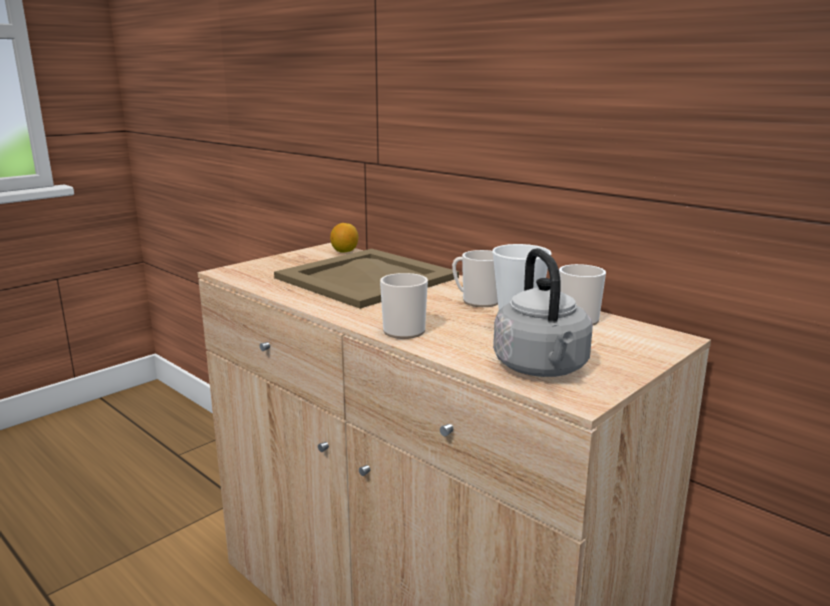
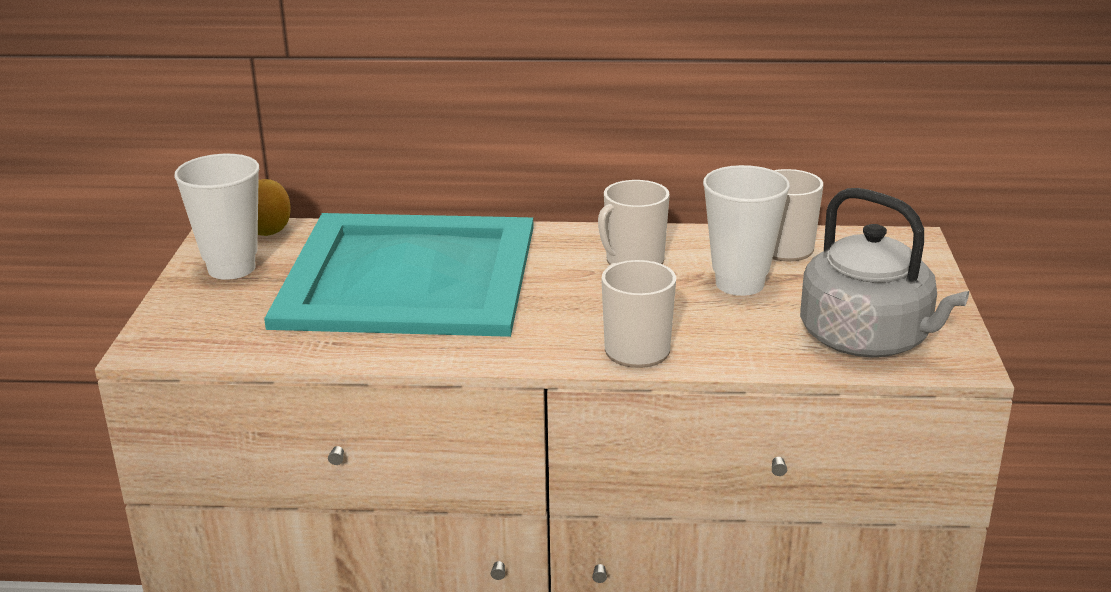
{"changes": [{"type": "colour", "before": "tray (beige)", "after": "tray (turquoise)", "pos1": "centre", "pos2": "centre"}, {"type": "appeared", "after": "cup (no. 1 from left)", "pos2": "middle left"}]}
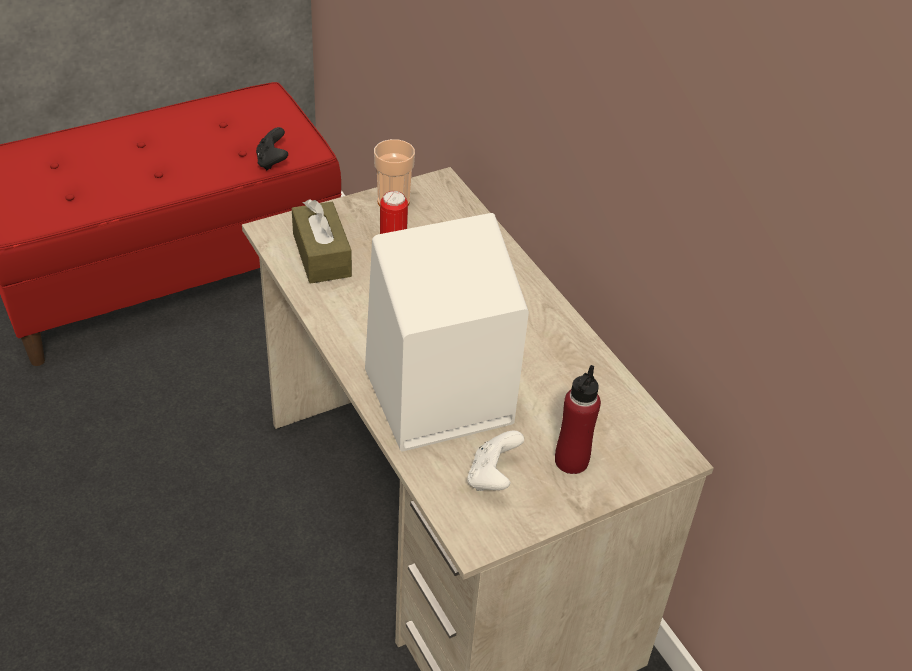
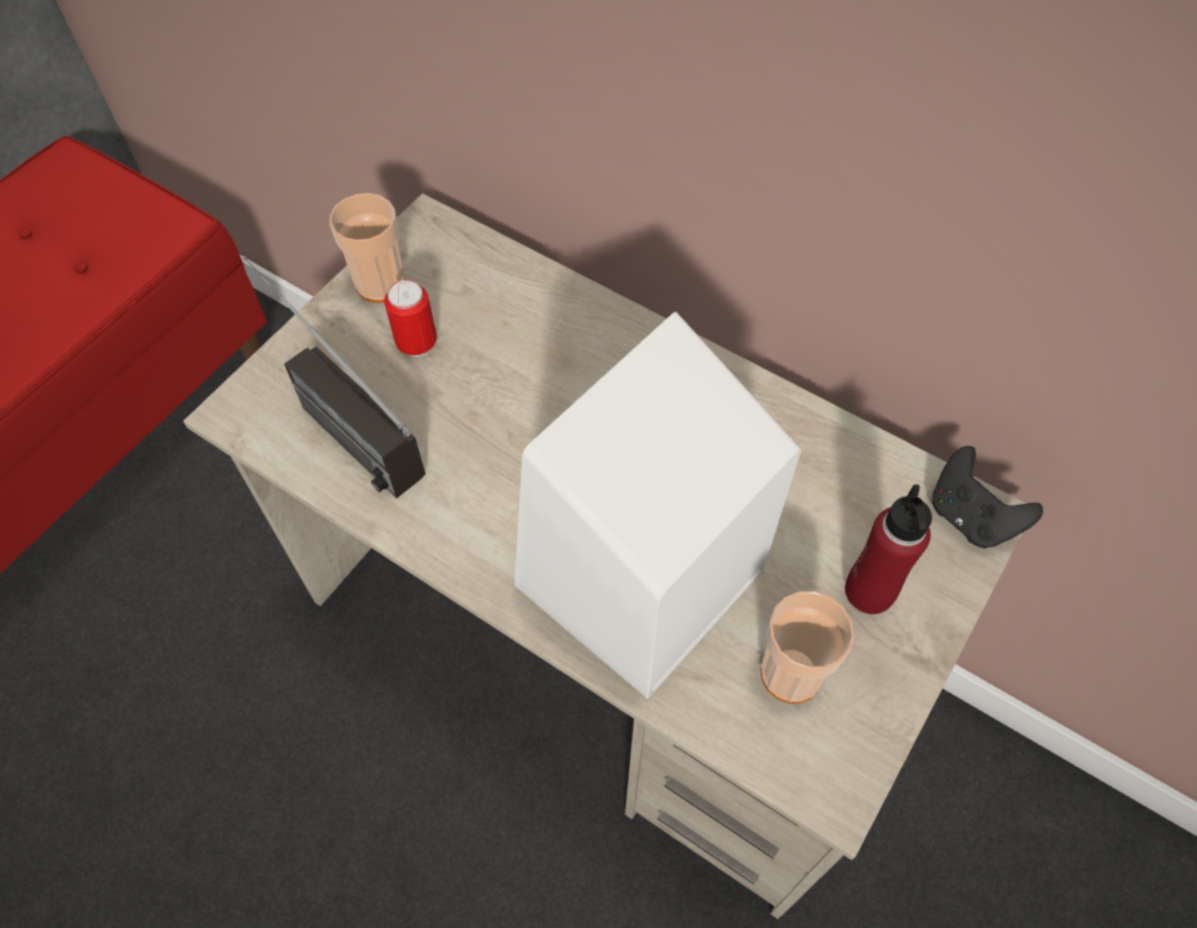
{"changes": [{"type": "relocated", "before": "game controller (black)", "pos1": "top left", "pos2": "middle right"}, {"type": "exchanged", "before": "tissue box (brown)", "after": "radio", "pos1": "centre", "pos2": "middle left"}, {"type": "exchanged", "before": "game controller (white)", "after": "cup (no. 2 from left)", "pos1": "bottom centre", "pos2": "bottom right"}]}
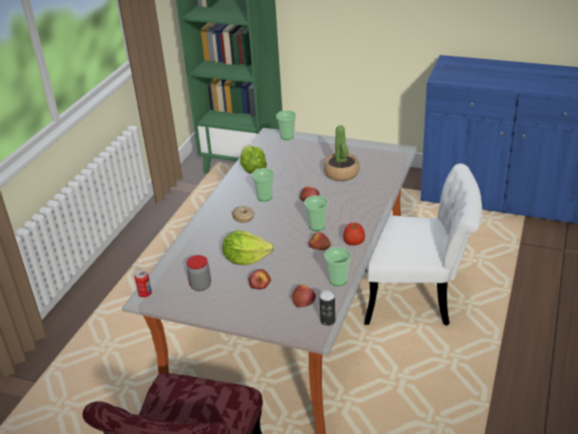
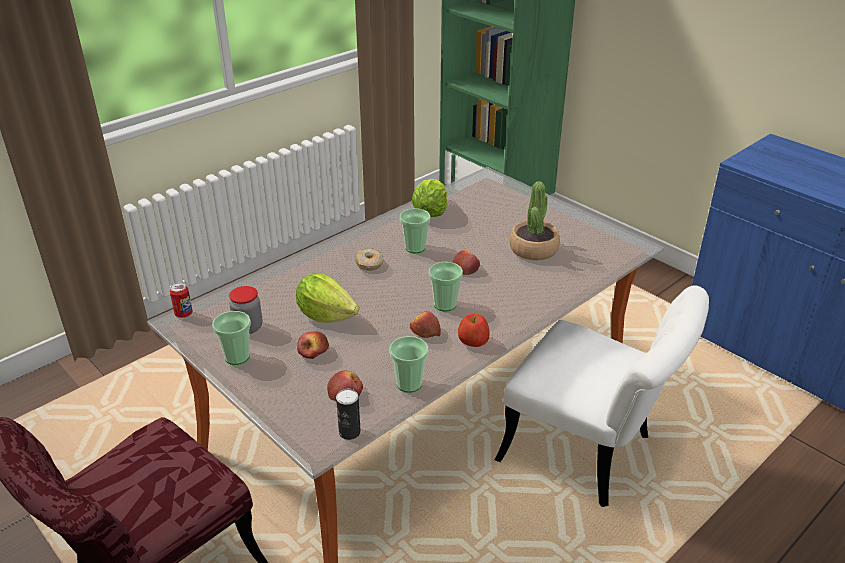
{"changes": [{"type": "relocated", "before": "cup (no. 2 from left in the first image)", "after": "cup (no. 1 from left)", "pos1": "top centre", "pos2": "middle left"}]}
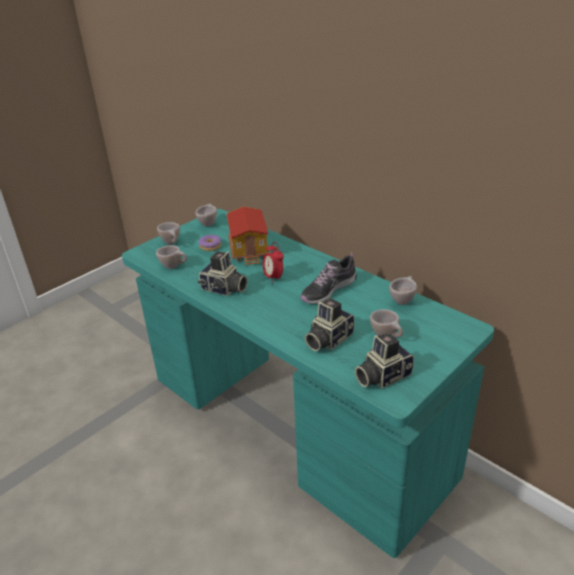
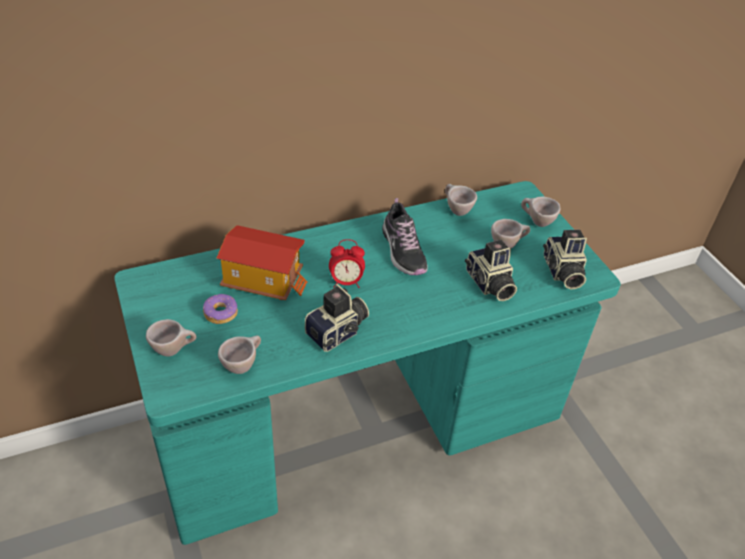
{"changes": [{"type": "relocated", "before": "cup (beige) (no. 3 from left in the first image)", "after": "cup (beige) (no. 5 from left)", "pos1": "centre", "pos2": "middle right"}]}
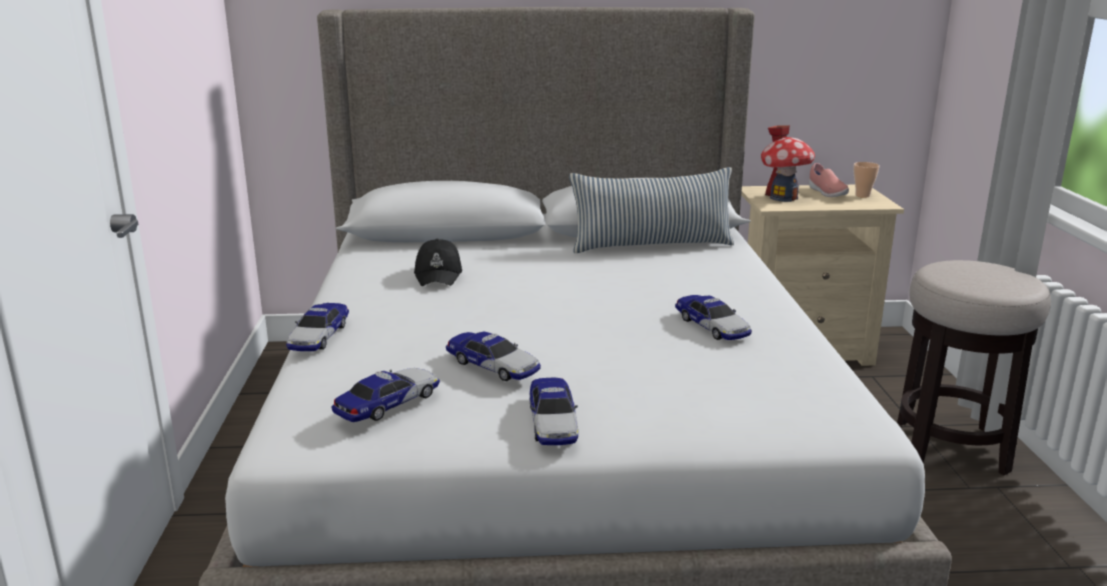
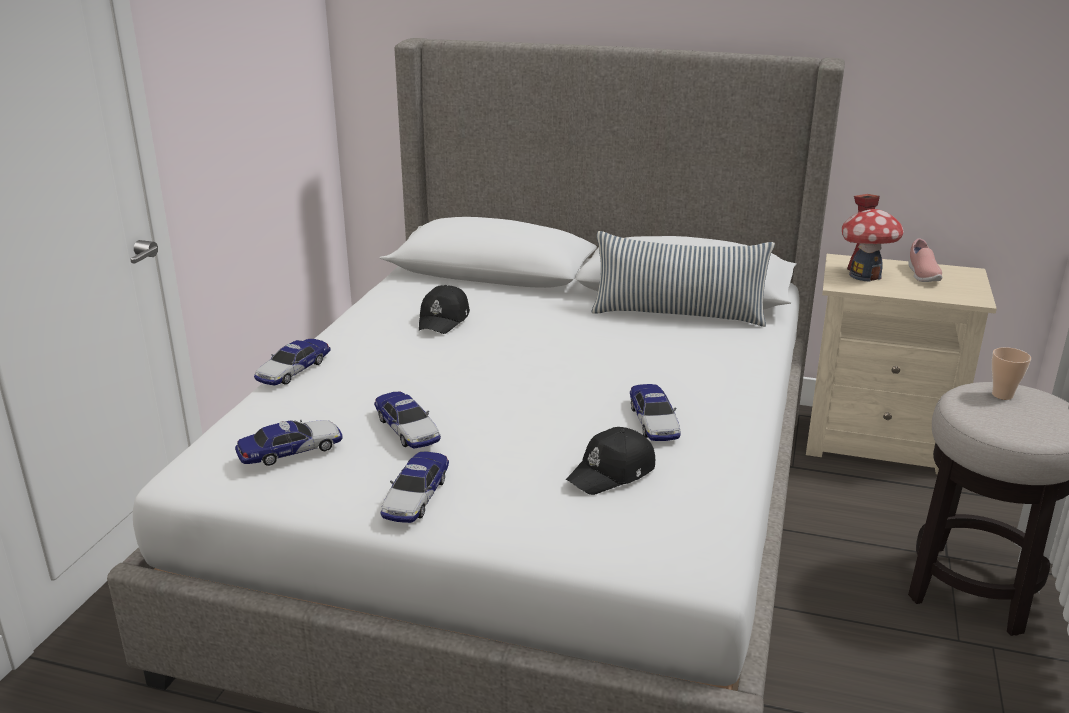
{"changes": [{"type": "relocated", "before": "cup", "pos1": "top right", "pos2": "middle right"}, {"type": "appeared", "after": "cap (black) (no. 2 from left)", "pos2": "centre"}]}
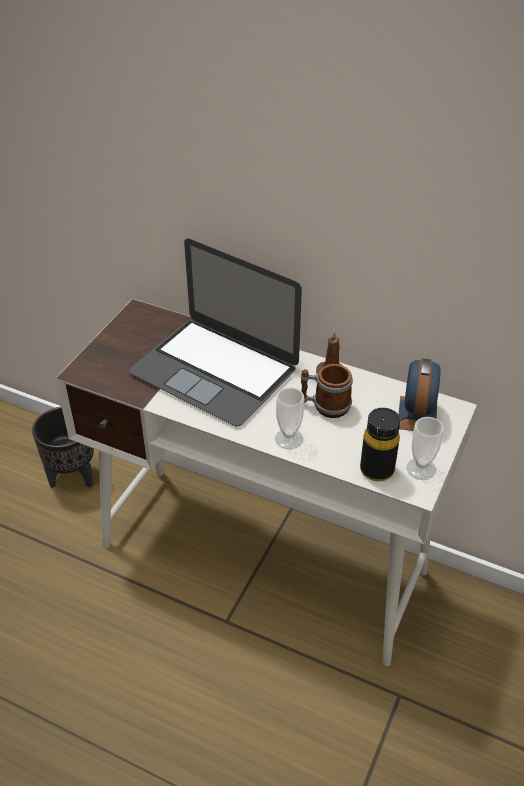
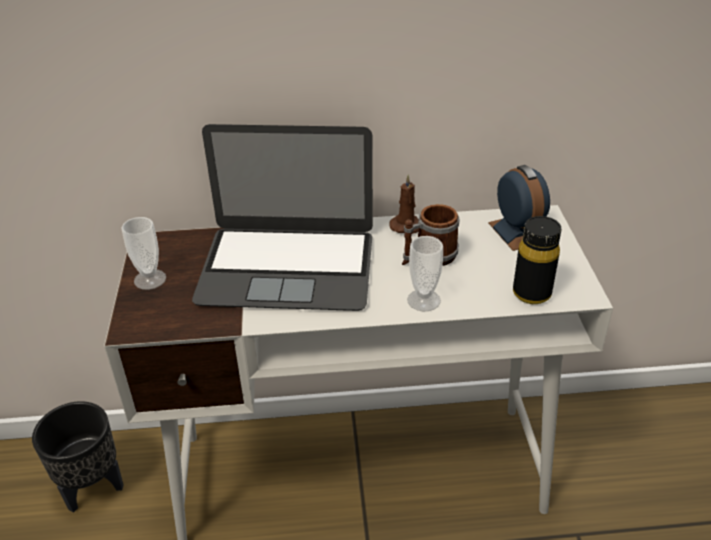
{"changes": [{"type": "relocated", "before": "cup (no. 2 from left in the first image)", "after": "cup (no. 1 from left)", "pos1": "middle right", "pos2": "middle left"}]}
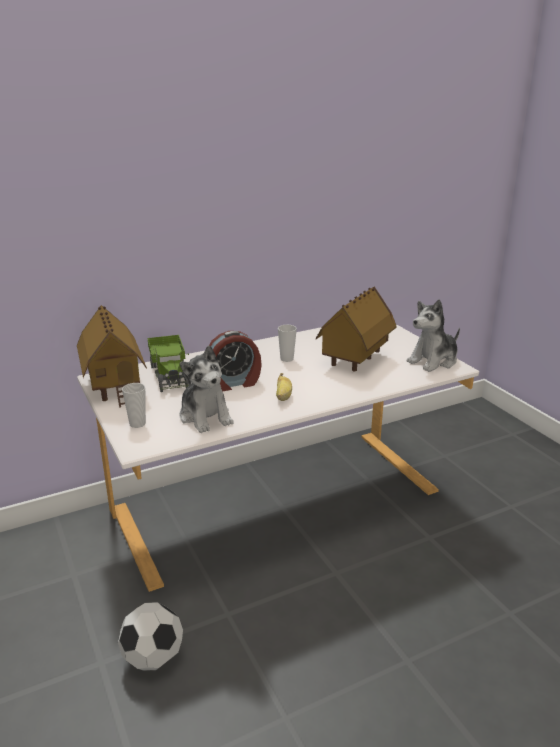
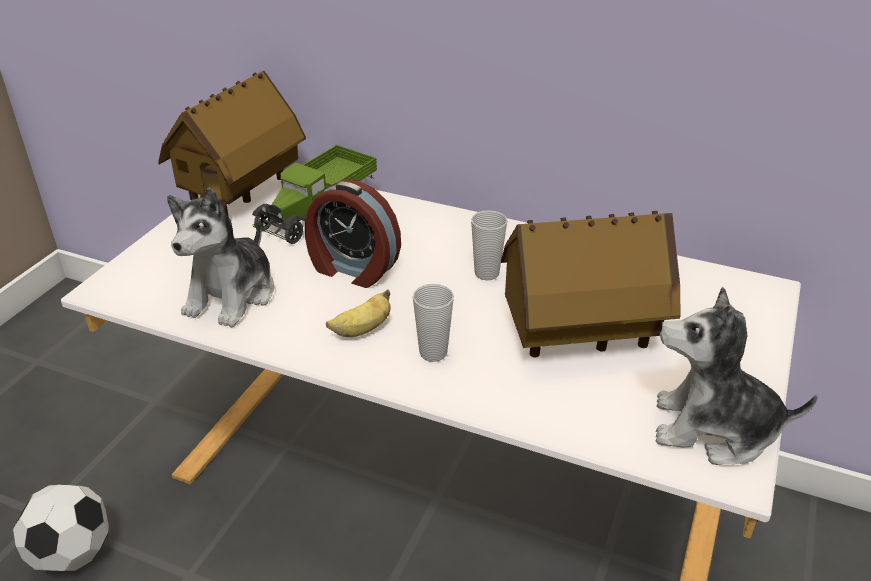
{"changes": [{"type": "relocated", "before": "cup (no. 1 from left)", "pos1": "middle left", "pos2": "centre"}]}
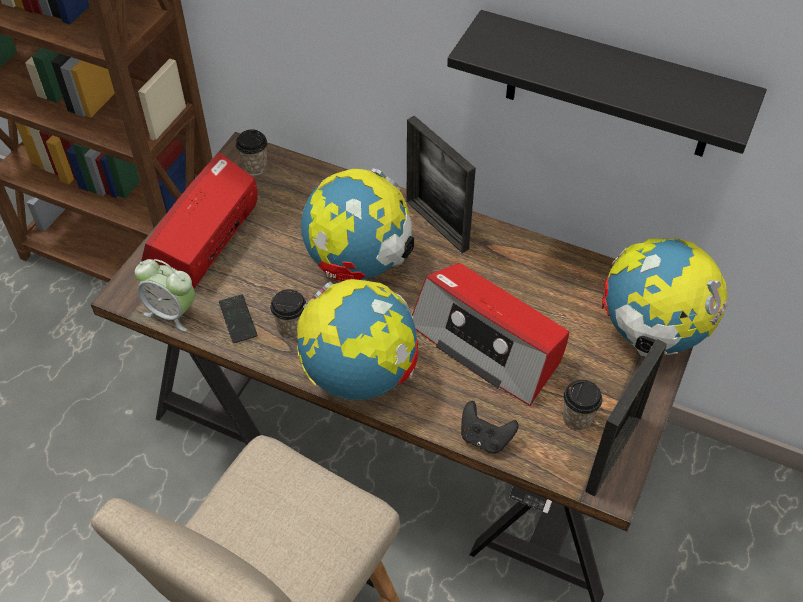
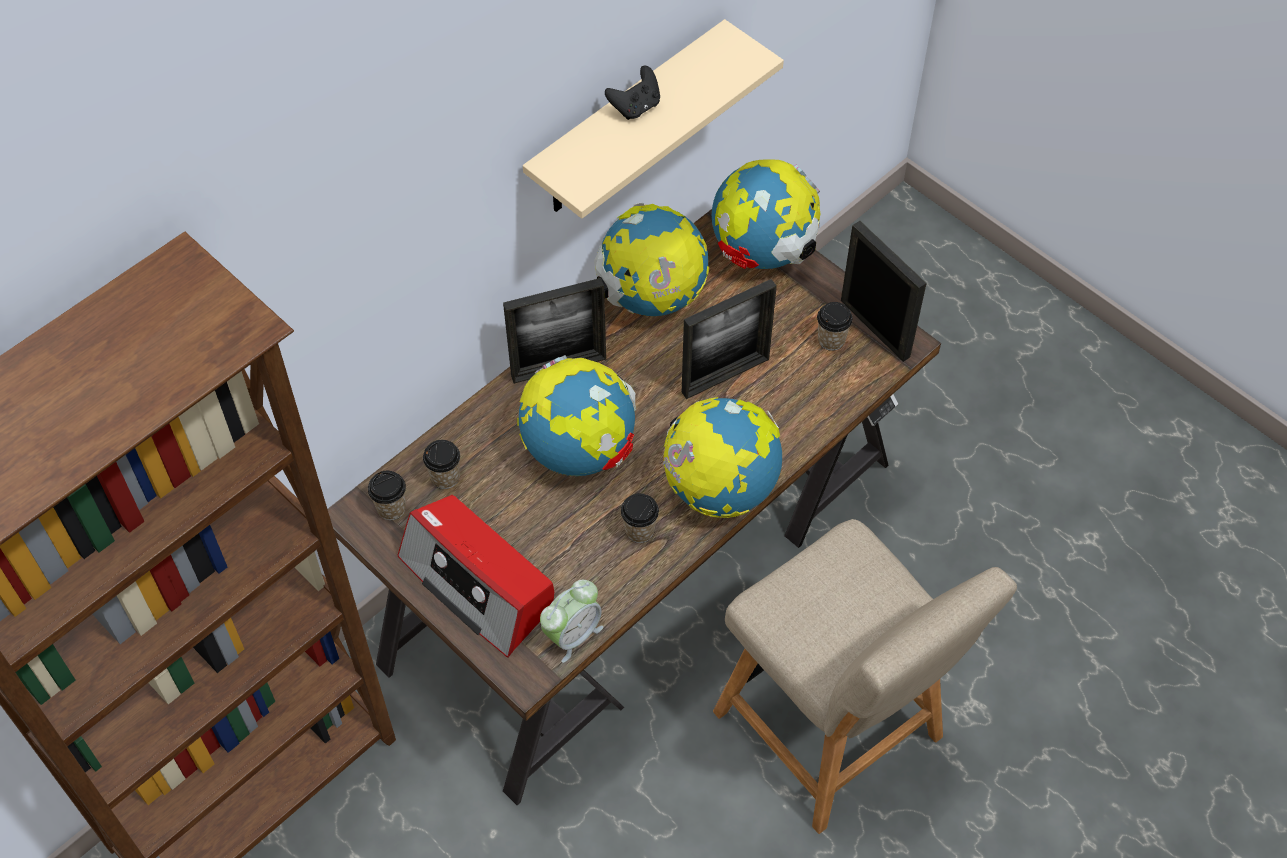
{"changes": [{"type": "missing", "before": "phone", "pos1": "middle left"}, {"type": "exchanged", "before": "radio (no. 2 from left)", "after": "picture frame (no. 2 from left)", "pos1": "centre", "pos2": "centre"}, {"type": "colour", "before": "shelf (black)", "after": "shelf (beige)", "pos1": "top right", "pos2": "top centre"}, {"type": "relocated", "before": "game controller (black)", "pos1": "bottom centre", "pos2": "top centre"}, {"type": "appeared", "after": "cup (no. 2 from left)", "pos2": "centre"}, {"type": "appeared", "after": "globe (no. 2 from left)", "pos2": "top centre"}]}
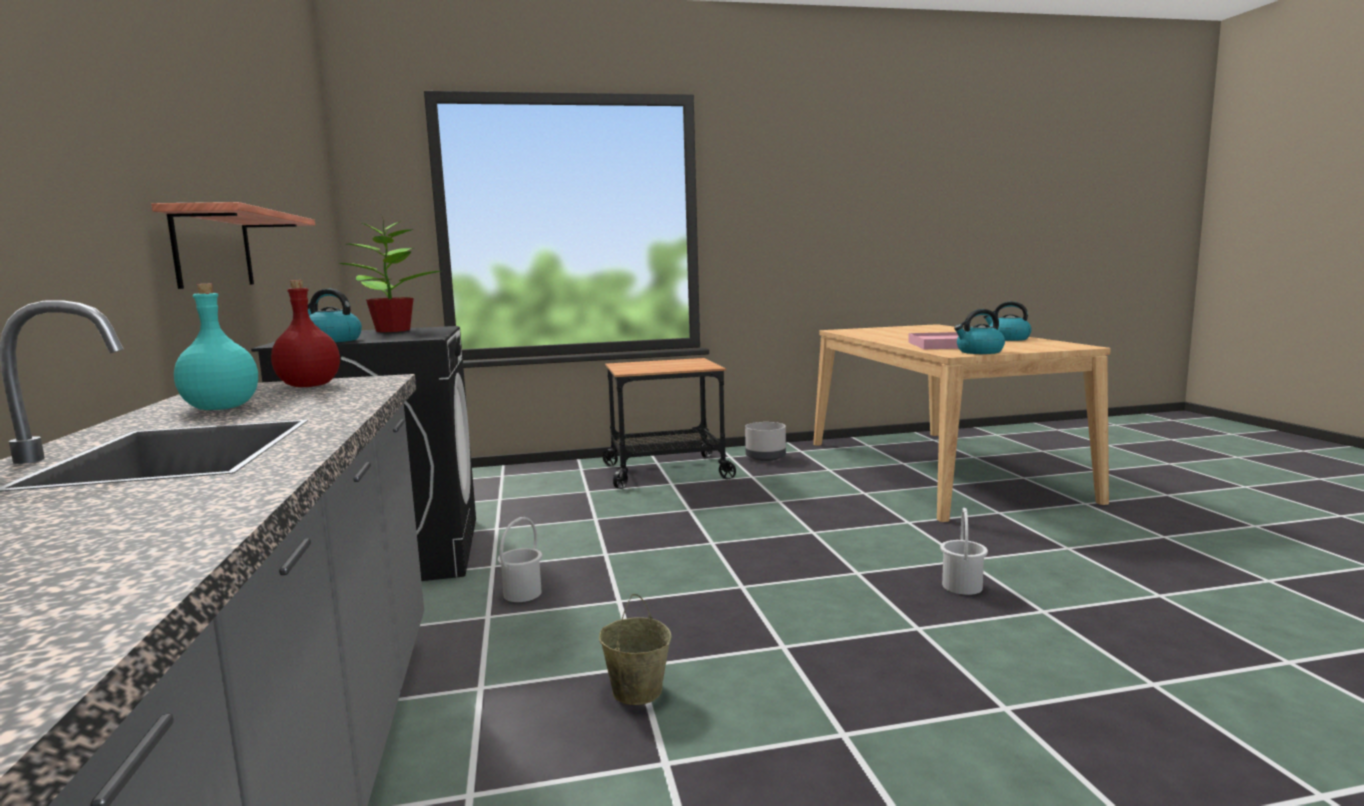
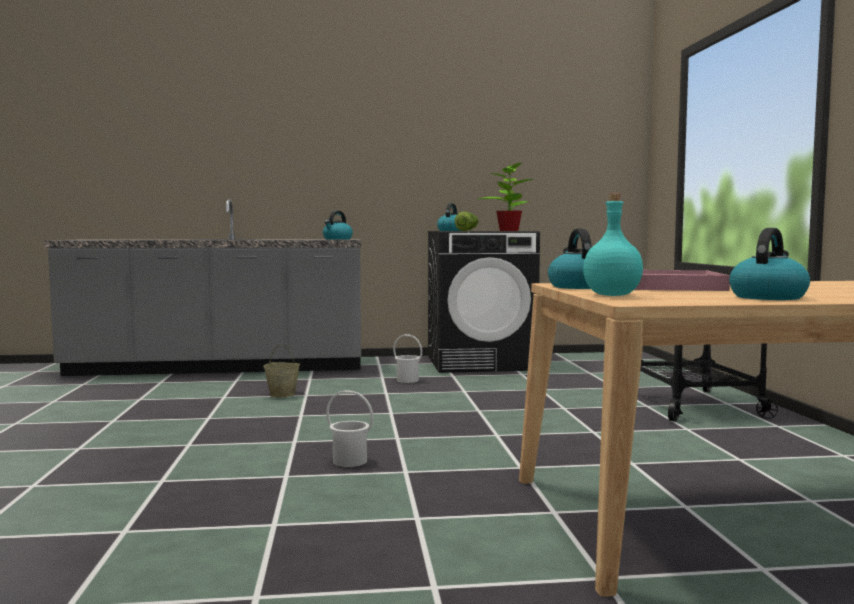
{"changes": [{"type": "missing", "before": "shelf", "pos1": "top left"}, {"type": "relocated", "before": "bottle (turquoise)", "pos1": "middle left", "pos2": "middle right"}, {"type": "exchanged", "before": "bottle (red)", "after": "kettle (no. 1 from left)", "pos1": "middle left", "pos2": "centre"}, {"type": "missing", "before": "planter (grey)", "pos1": "centre"}, {"type": "appeared", "after": "lettuce", "pos2": "centre"}]}
